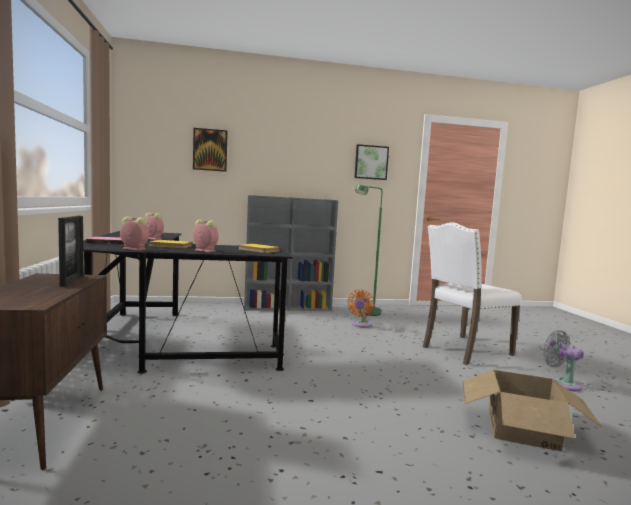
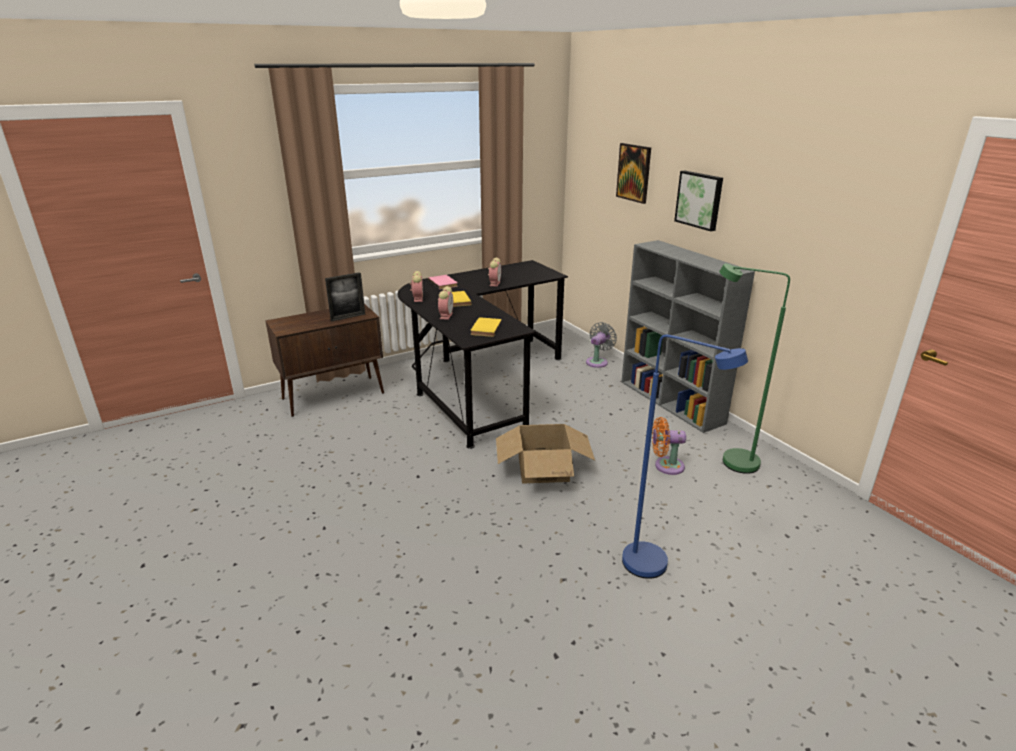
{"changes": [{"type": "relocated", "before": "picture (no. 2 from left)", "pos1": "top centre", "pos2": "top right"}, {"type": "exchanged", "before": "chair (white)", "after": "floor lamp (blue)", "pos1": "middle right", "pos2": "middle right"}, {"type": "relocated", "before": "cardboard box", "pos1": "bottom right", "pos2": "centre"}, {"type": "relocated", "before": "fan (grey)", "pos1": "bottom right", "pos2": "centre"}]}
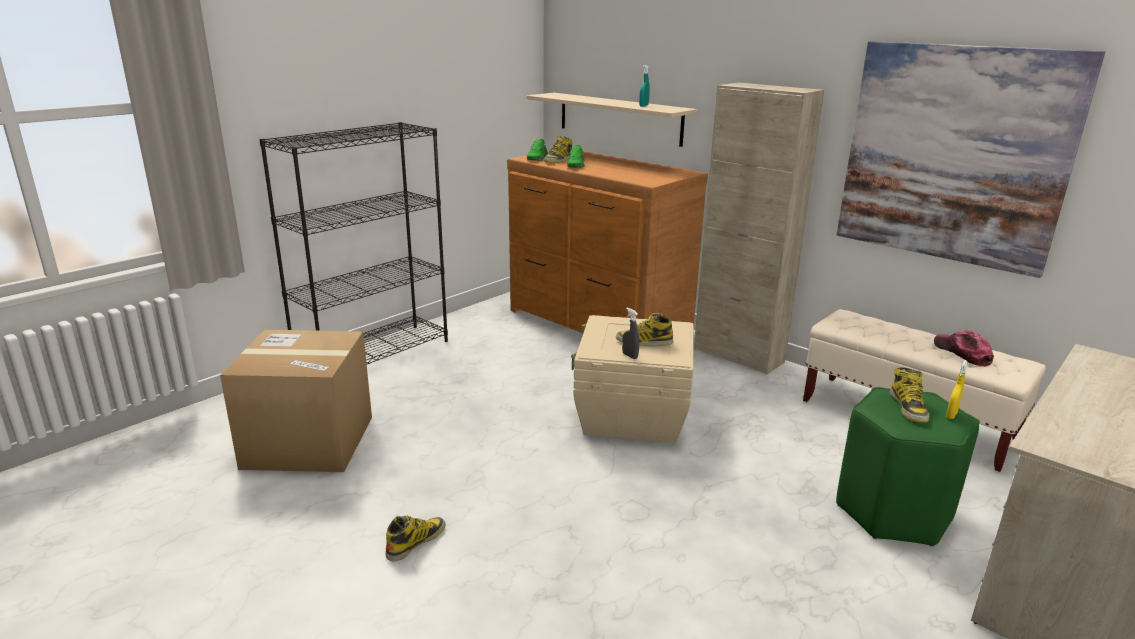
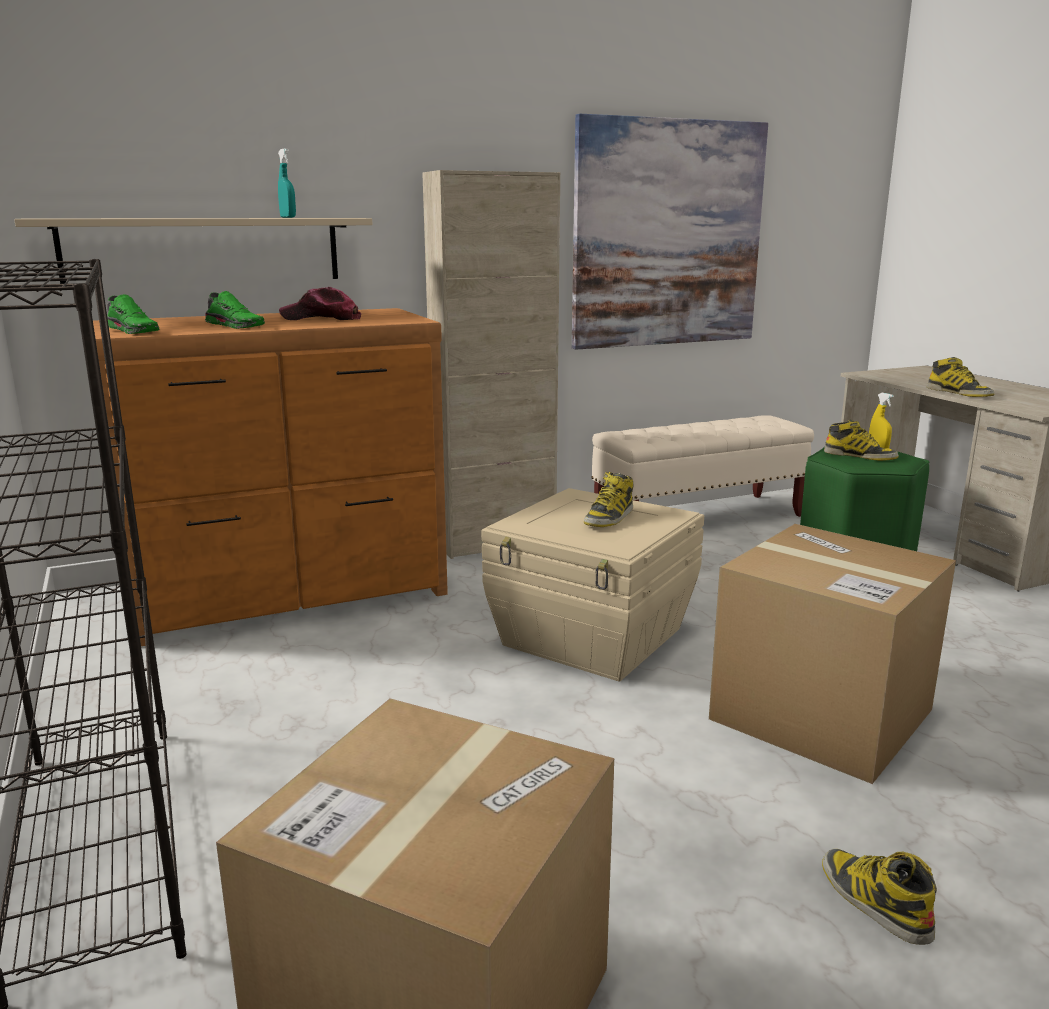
{"changes": [{"type": "relocated", "before": "boot (no. 2 from left in the first image)", "after": "boot (no. 4 from left)", "pos1": "top centre", "pos2": "middle right"}, {"type": "missing", "before": "spray bottle (grey)", "pos1": "centre"}, {"type": "relocated", "before": "cap", "pos1": "middle right", "pos2": "top left"}, {"type": "appeared", "after": "cardboard box (no. 2 from left)", "pos2": "middle right"}]}
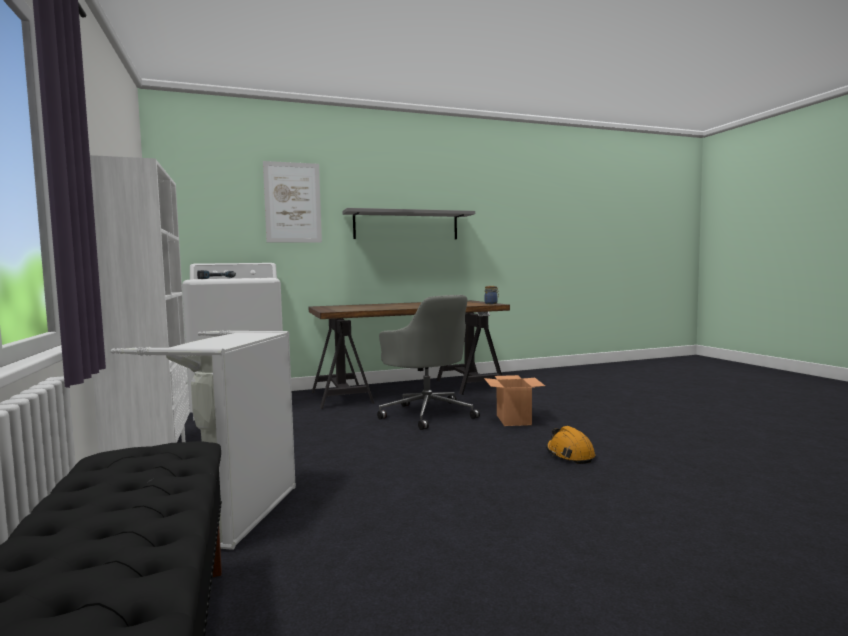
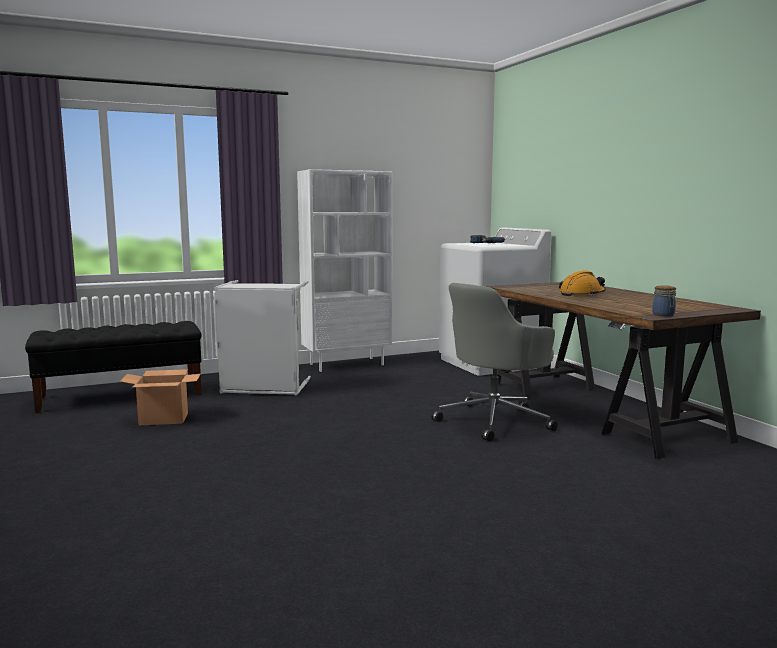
{"changes": [{"type": "missing", "before": "picture", "pos1": "top centre"}, {"type": "missing", "before": "shelf (grey)", "pos1": "centre"}, {"type": "relocated", "before": "cardboard box", "pos1": "centre", "pos2": "middle left"}, {"type": "relocated", "before": "hard hat (orange)", "pos1": "bottom right", "pos2": "middle right"}]}
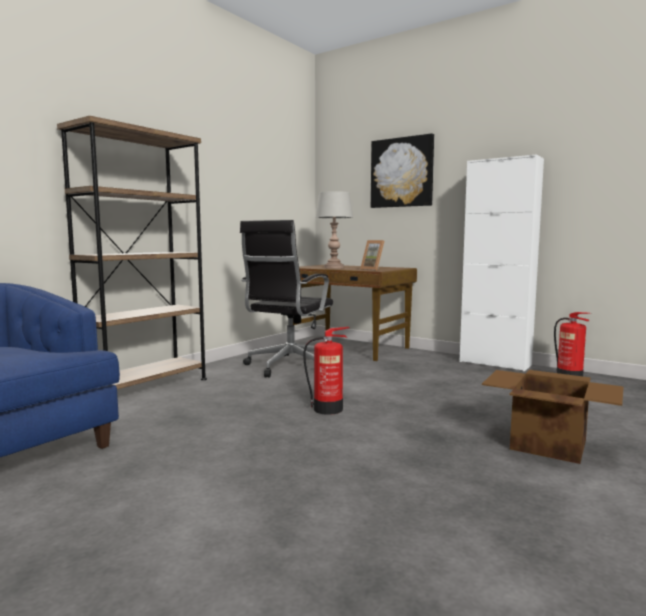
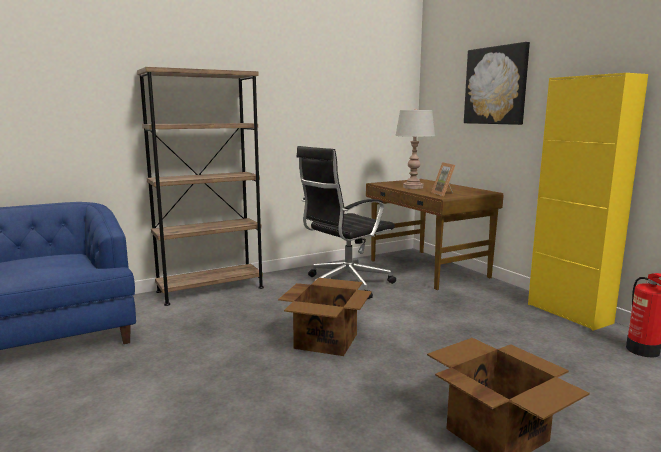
{"changes": [{"type": "exchanged", "before": "fire extinguisher (no. 1 from left)", "after": "cardboard box (no. 1 from left)", "pos1": "centre", "pos2": "bottom centre"}, {"type": "colour", "before": "cabinet (white)", "after": "cabinet (yellow)", "pos1": "middle right", "pos2": "middle right"}]}
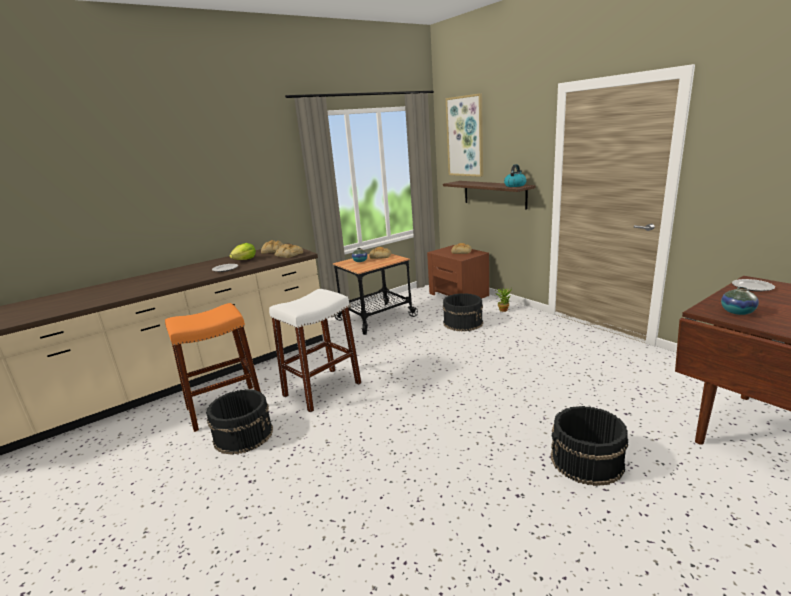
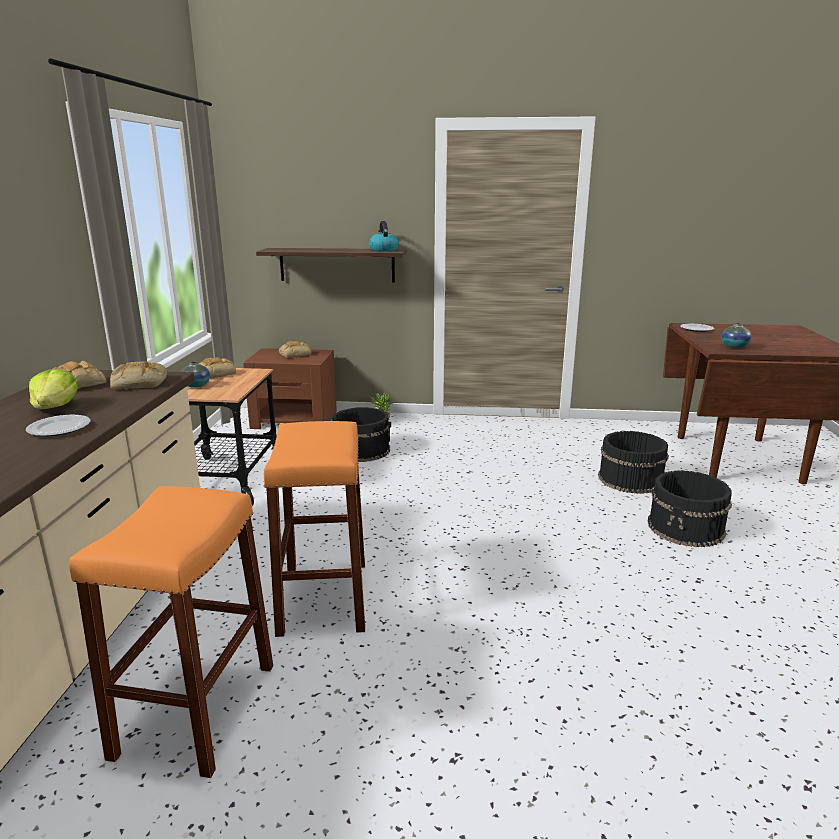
{"changes": [{"type": "relocated", "before": "bucket (black) (no. 1 from left in the first image)", "after": "bucket (black) (no. 2 from left)", "pos1": "bottom left", "pos2": "middle right"}, {"type": "colour", "before": "stool (white)", "after": "stool (orange) (no. 2 from left)", "pos1": "centre", "pos2": "centre"}, {"type": "missing", "before": "picture", "pos1": "top centre"}]}
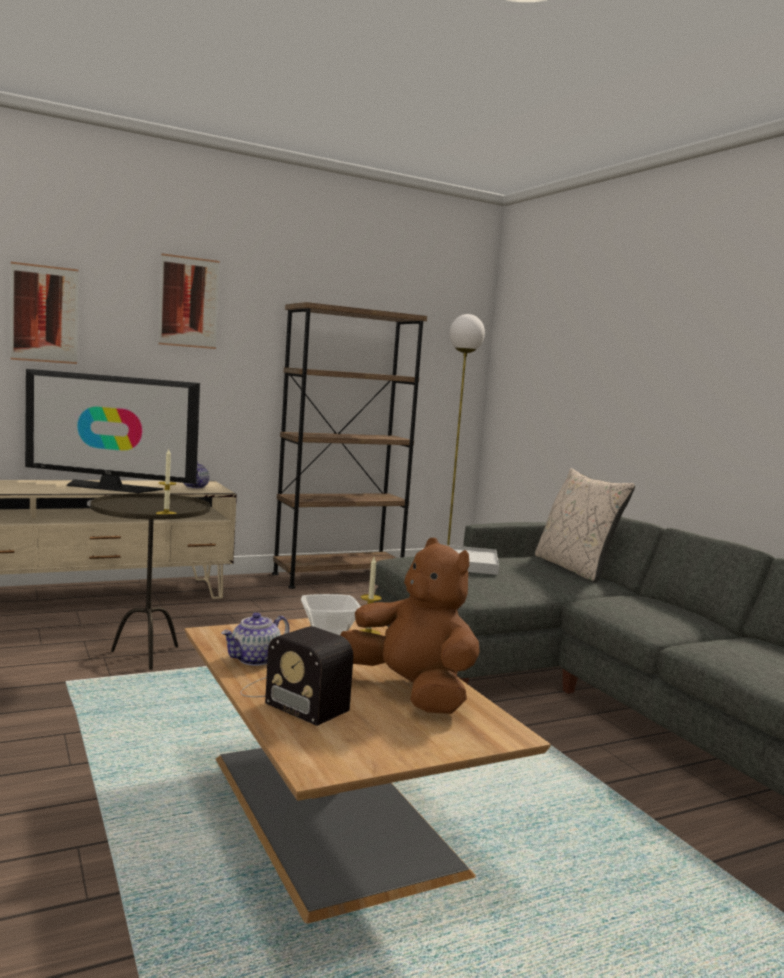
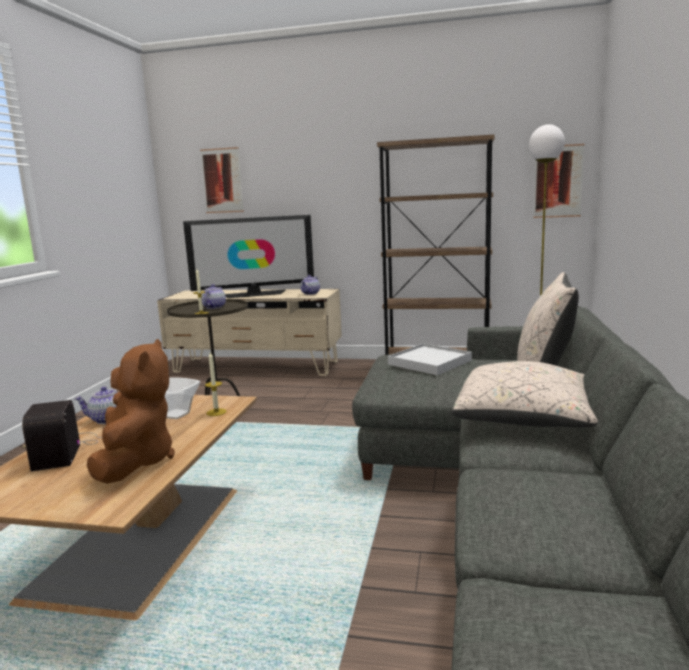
{"changes": [{"type": "spun", "before": "television", "pos1": "middle left", "pos2": "centre", "turn": -60}, {"type": "relocated", "before": "picture (no. 2 from left)", "pos1": "top left", "pos2": "top right"}, {"type": "appeared", "after": "teapot (no. 2 from left)", "pos2": "middle left"}, {"type": "appeared", "after": "pillow (beige) (no. 1 from left)", "pos2": "middle right"}]}
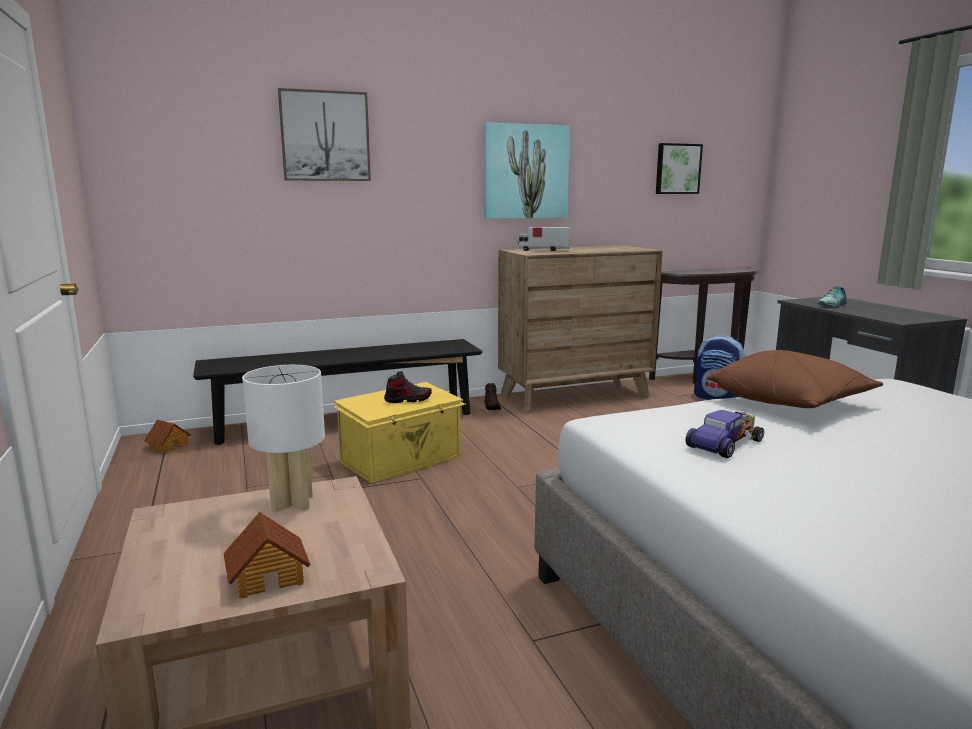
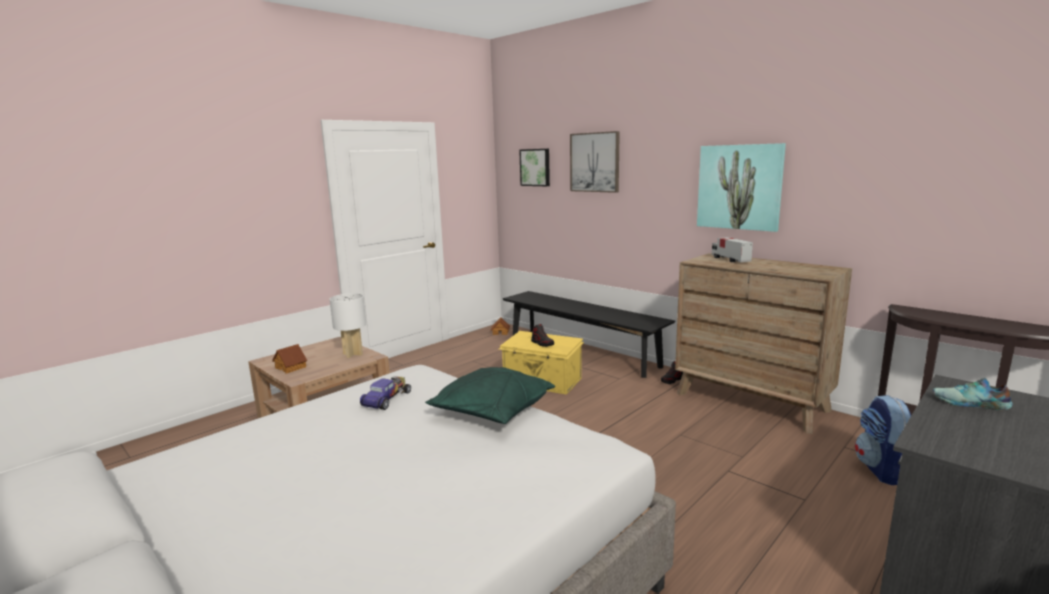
{"changes": [{"type": "relocated", "before": "picture (no. 3 from left in the first image)", "after": "picture (no. 1 from left)", "pos1": "top right", "pos2": "top centre"}, {"type": "spun", "before": "toy car", "pos1": "middle right", "pos2": "centre", "turn": -90}, {"type": "colour", "before": "pillow (brown)", "after": "pillow (green)", "pos1": "middle right", "pos2": "centre"}]}
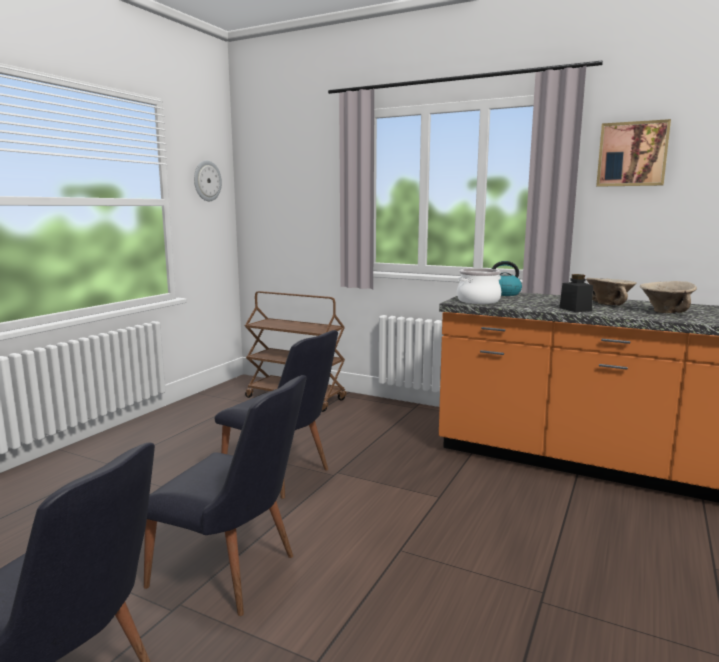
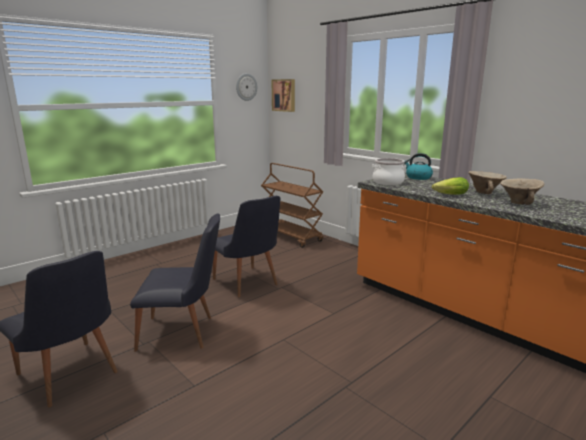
{"changes": [{"type": "spun", "before": "chair (black) (no. 2 from left)", "pos1": "bottom left", "pos2": "middle left", "turn": -45}, {"type": "exchanged", "before": "jar (black)", "after": "lettuce", "pos1": "middle right", "pos2": "middle right"}, {"type": "relocated", "before": "picture", "pos1": "top right", "pos2": "top centre"}]}
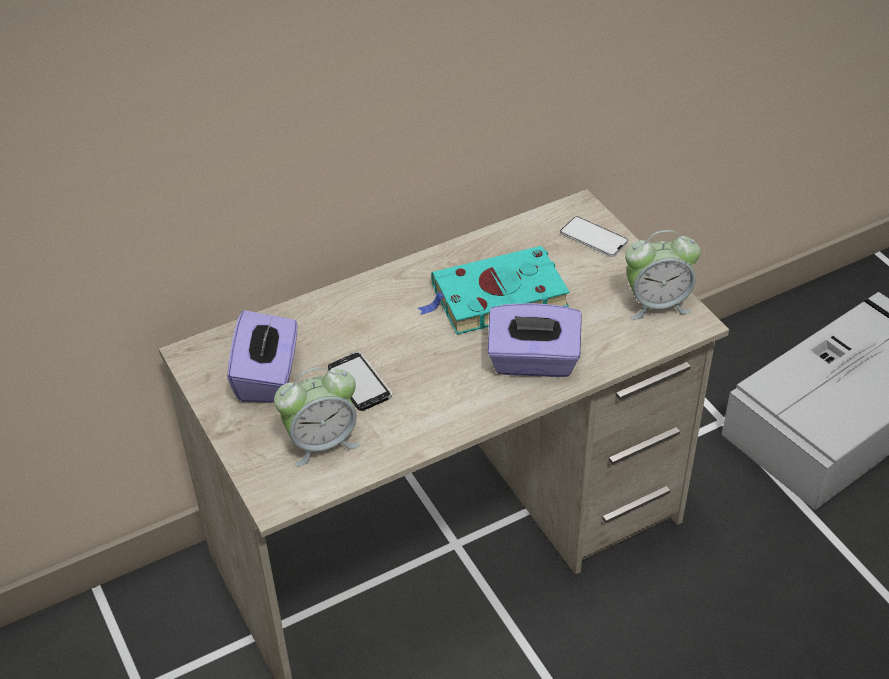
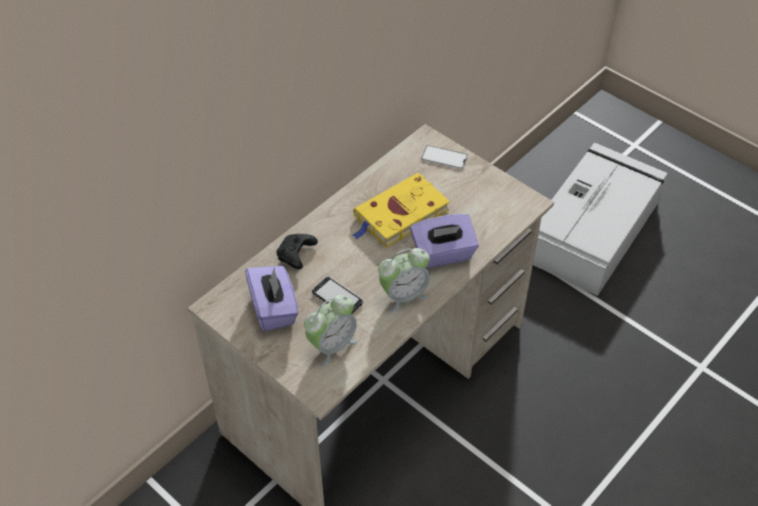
{"changes": [{"type": "colour", "before": "book (turquoise)", "after": "book (yellow)", "pos1": "centre", "pos2": "centre"}, {"type": "relocated", "before": "alarm clock (no. 2 from left)", "pos1": "middle right", "pos2": "centre"}, {"type": "appeared", "after": "game controller (black)", "pos2": "centre"}]}
